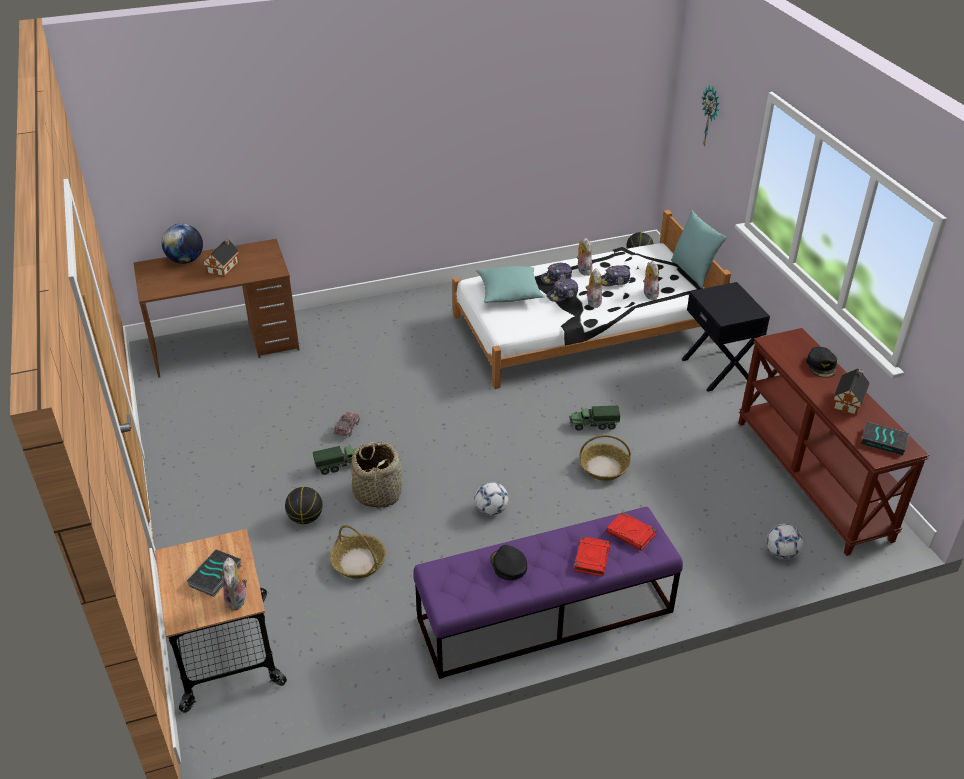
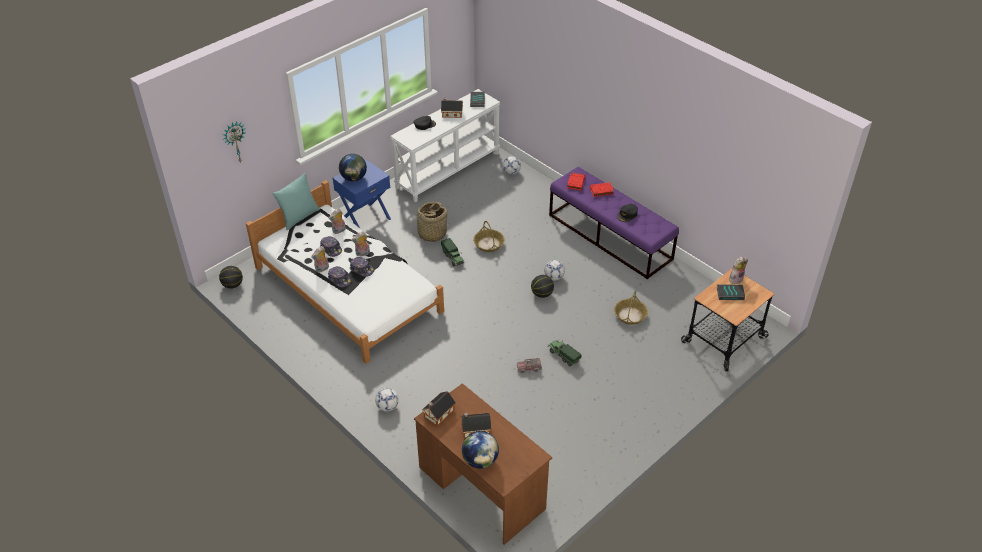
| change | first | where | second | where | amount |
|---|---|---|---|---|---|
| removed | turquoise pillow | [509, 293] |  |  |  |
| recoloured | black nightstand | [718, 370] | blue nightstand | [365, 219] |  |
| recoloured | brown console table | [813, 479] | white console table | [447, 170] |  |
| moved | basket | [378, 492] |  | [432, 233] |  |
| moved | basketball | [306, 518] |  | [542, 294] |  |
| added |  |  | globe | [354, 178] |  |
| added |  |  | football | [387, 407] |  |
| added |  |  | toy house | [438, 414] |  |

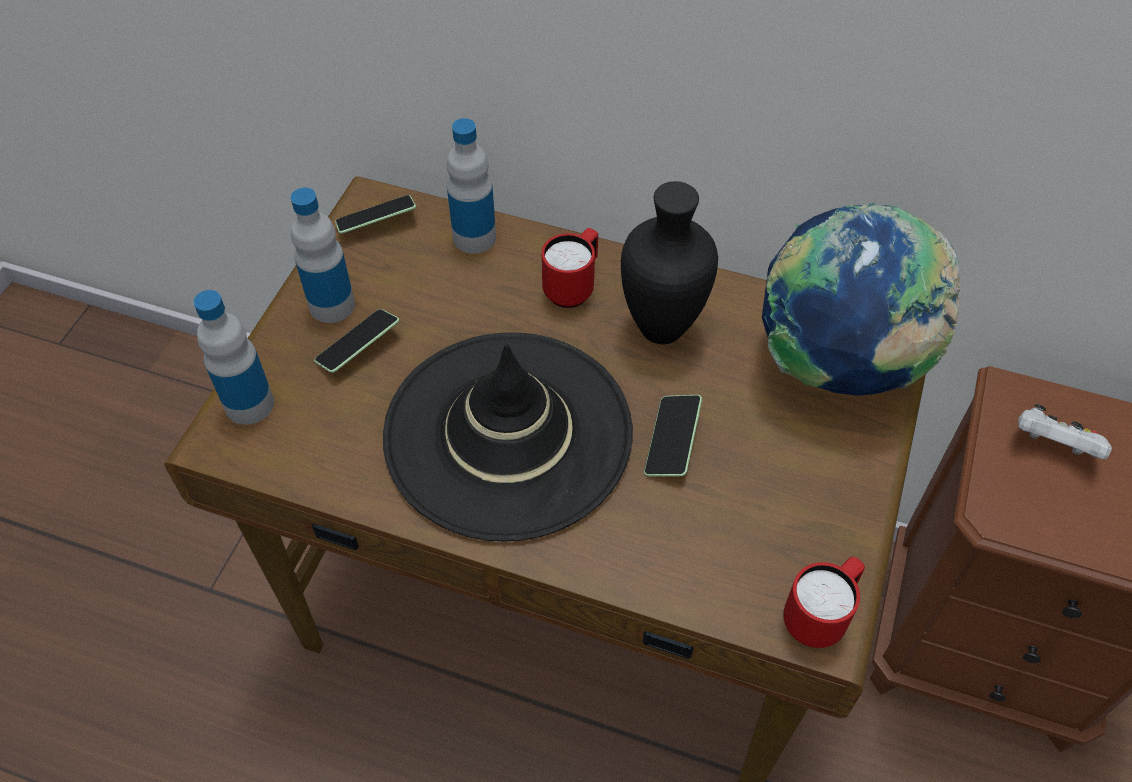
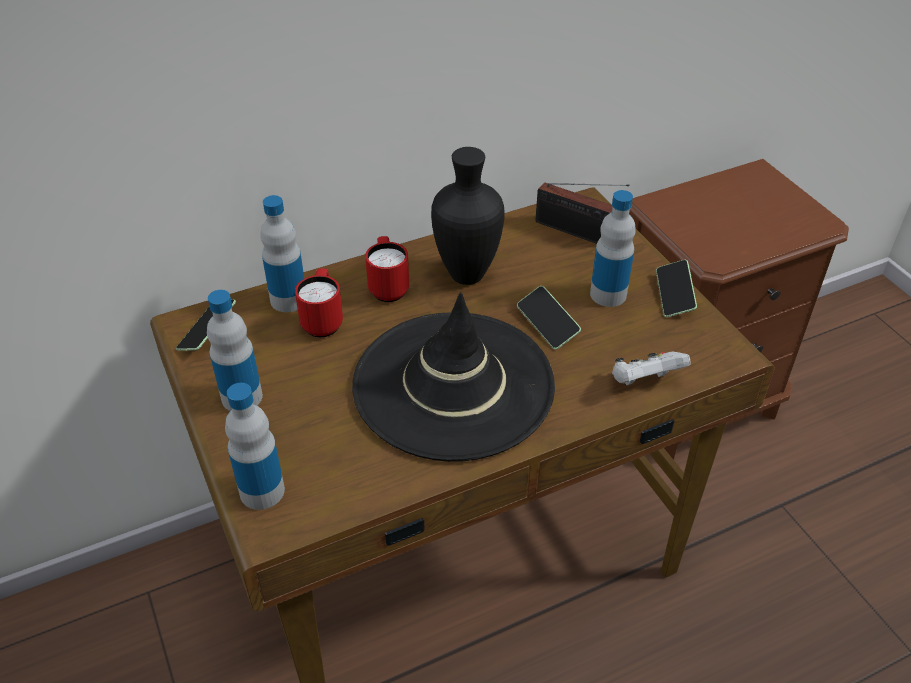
| change | first | where | second | where | amount |
|---|---|---|---|---|---|
| replaced | globe | [837, 364] | radio | [577, 233] |  |
| moved | phone | [358, 348] |  | [674, 295] |  |
| moved | white game controller | [1053, 446] |  | [644, 381] |  |
| moved | red mug | [819, 616] |  | [323, 321] |  |
| added |  |  | bottle | [608, 294] |  |

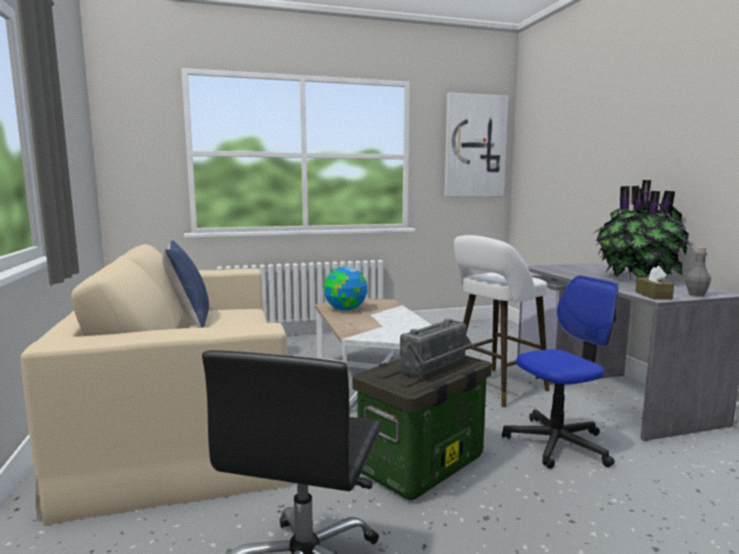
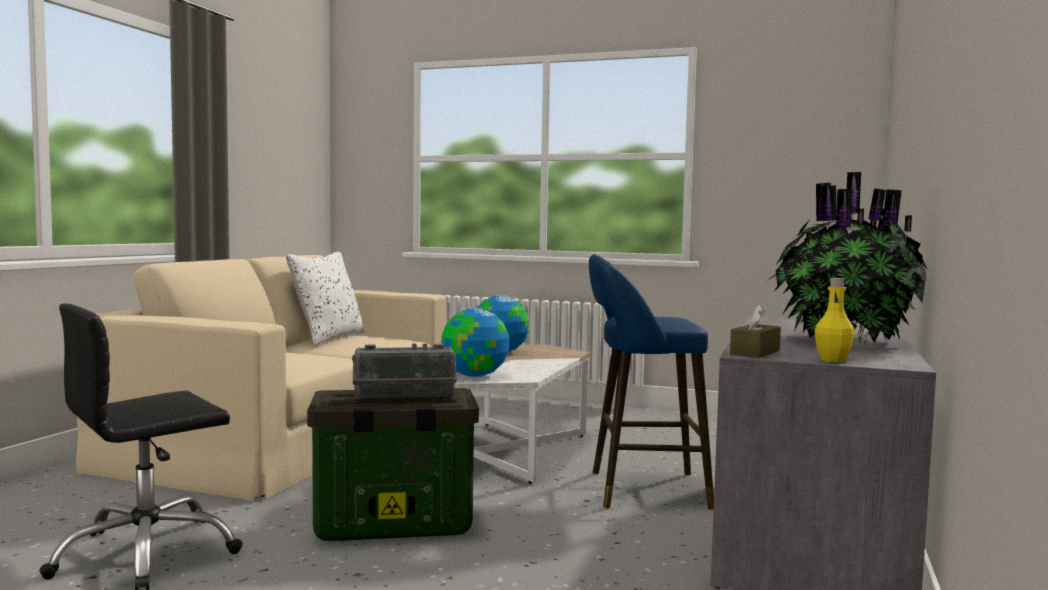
| change | first | where | second | where | amount |
|---|---|---|---|---|---|
| removed | picture | [475, 146] |  |  |  |
| recoloured | white stool | [494, 388] | blue stool | [641, 490] |  |
| recoloured | blue pillow | [188, 319] | white pillow | [328, 338] |  |
| recoloured | grey bottle | [696, 295] | yellow bottle | [833, 360] |  |
| removed | office chair | [557, 443] |  |  |  |
| added |  |  | globe | [474, 375] |  |

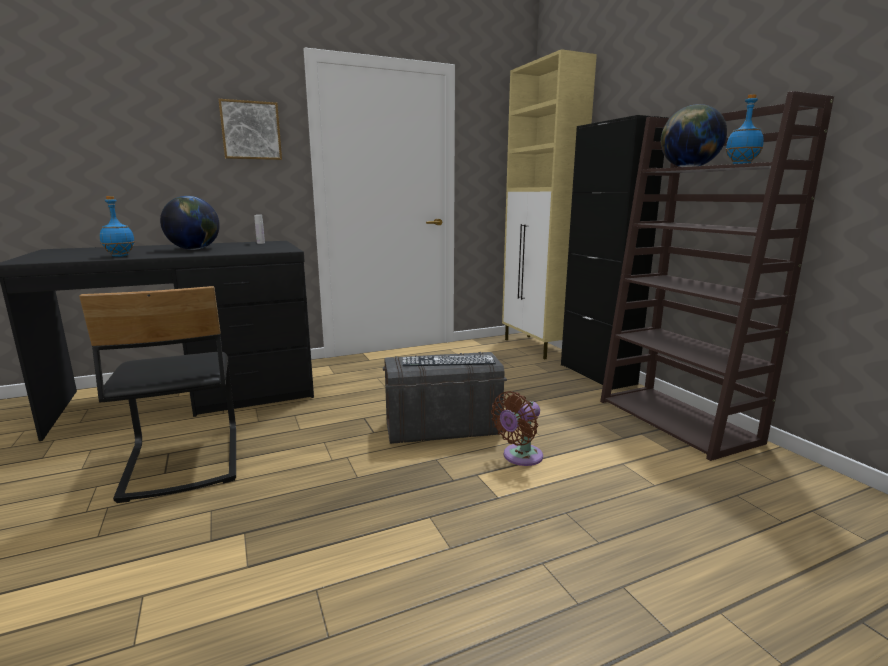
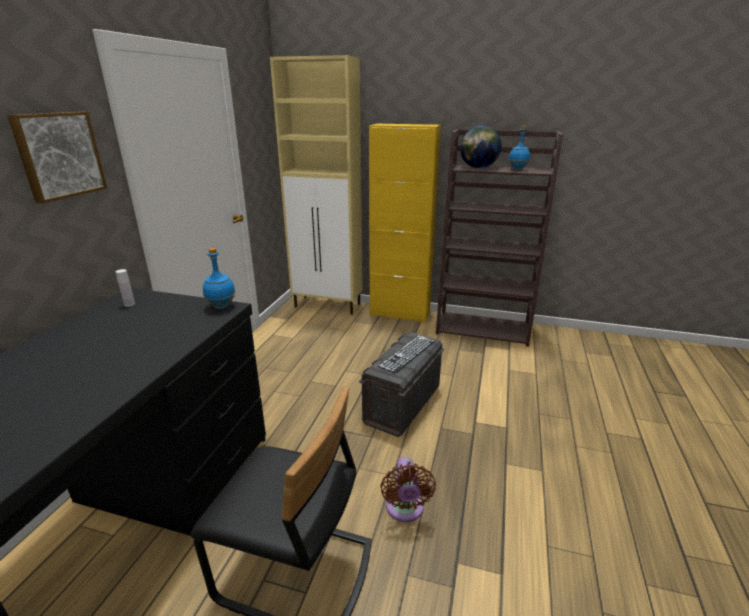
| change | first | where | second | where | amount |
|---|---|---|---|---|---|
| recoloured | black cabinet | [597, 374] | yellow cabinet | [400, 313] |  |
| moved | blue bottle | [120, 256] |  | [221, 306] |  |
| removed | globe | [194, 249] |  |  |  |
| moved | brown fan | [520, 457] |  | [405, 510] |  |

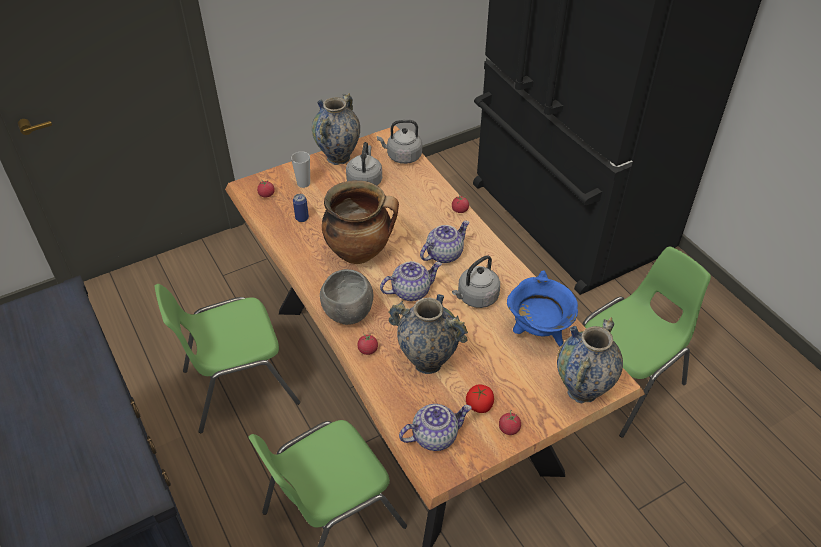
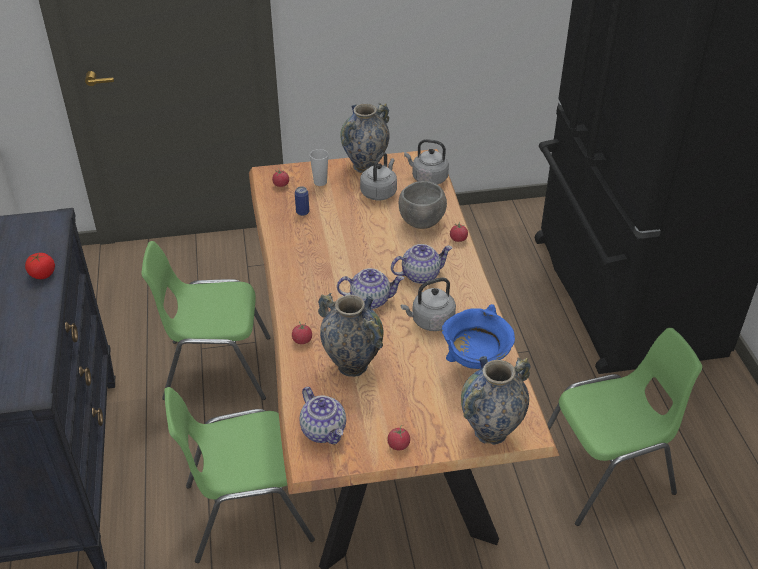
| change | first | where | second | where | amount |
|---|---|---|---|---|---|
| removed | cooking pot | [360, 252] |  |  |  |
| moved | grey bowl | [348, 313] |  | [421, 222] |  |
| moved | tomato | [479, 405] |  | [42, 274] |  |
| turned | teapot | [435, 436] |  | [324, 430] | 60 degrees clockwise |

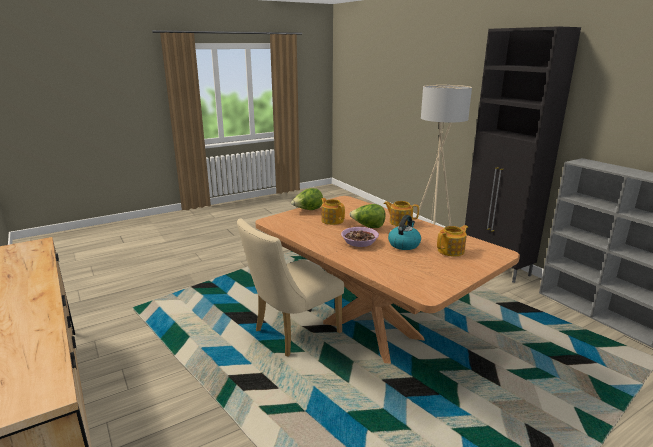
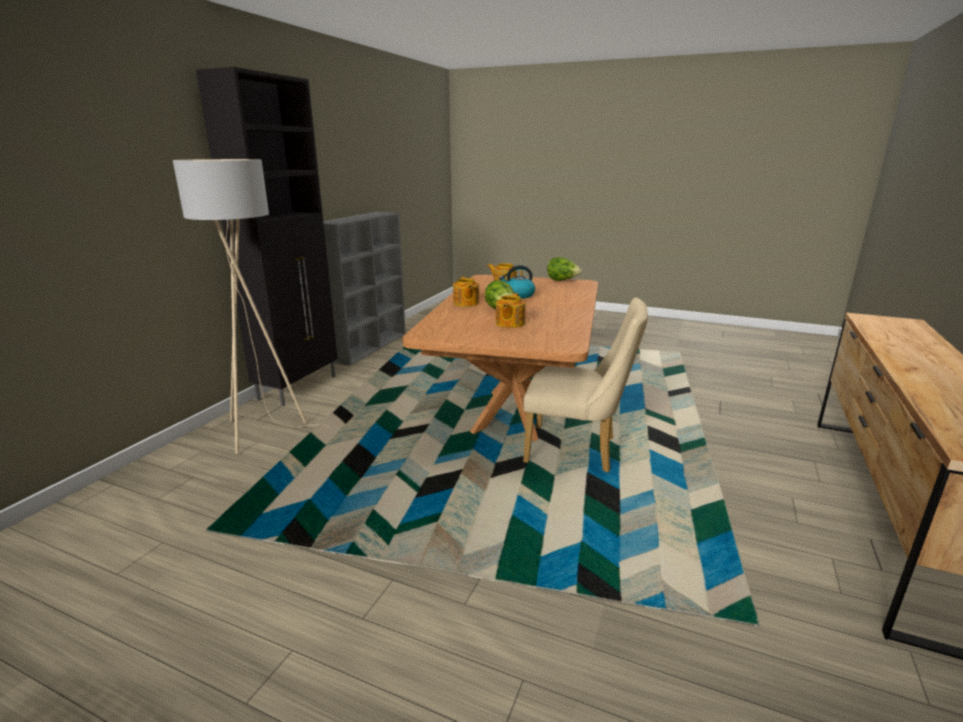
| change | first | where | second | where | amount |
|---|---|---|---|---|---|
| moved | lettuce | [308, 210] |  | [562, 280] |  |
| removed | bowl | [359, 242] |  |  |  |

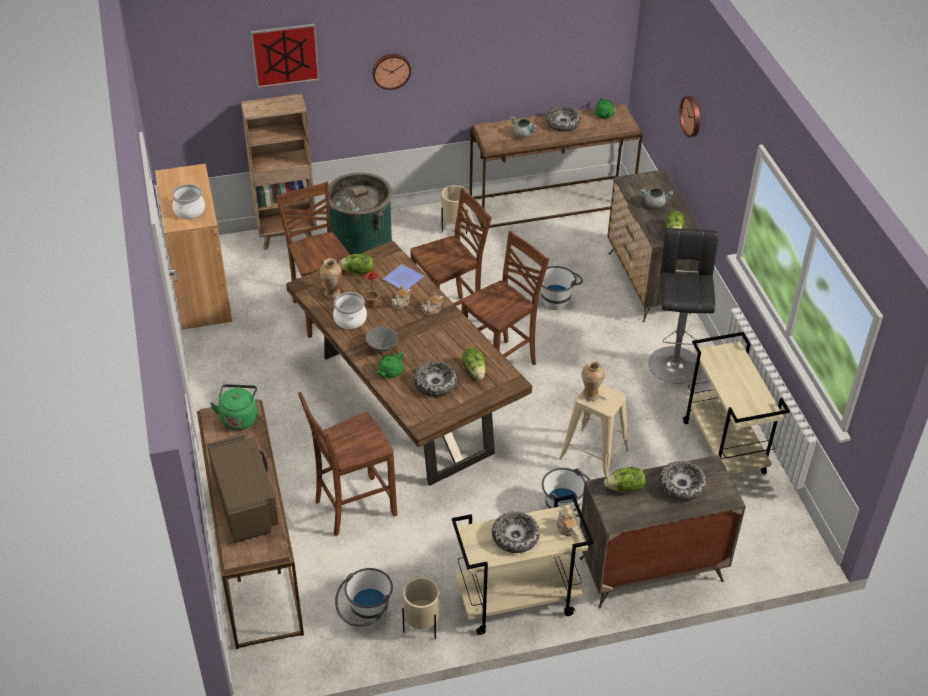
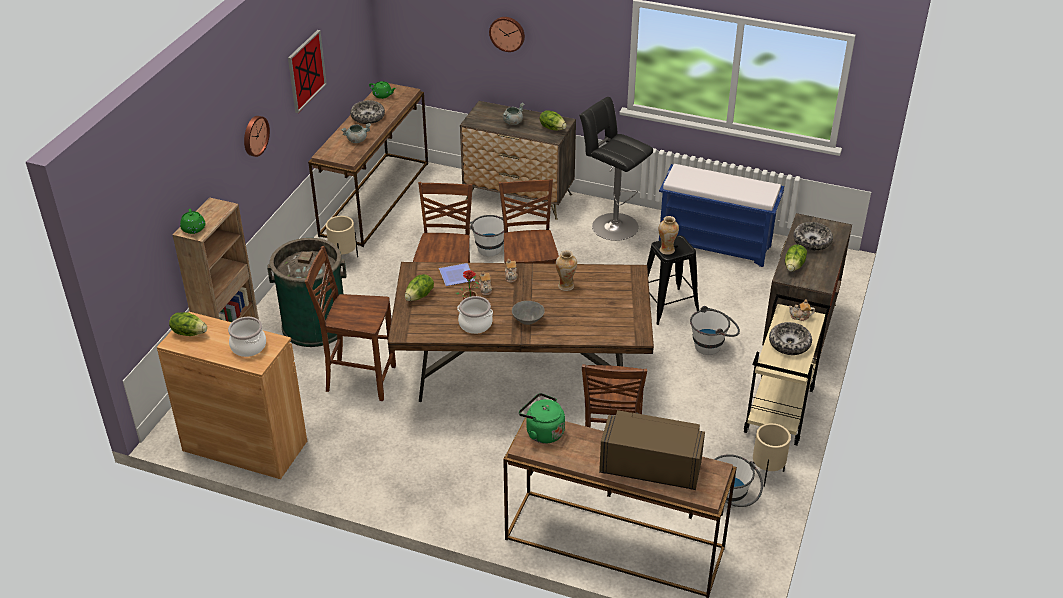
| change | first | where | second | where | amount |
|---|---|---|---|---|---|
| moved | picture | [285, 55] |  | [306, 71] |  |
| moved | vase | [332, 293] |  | [565, 286] |  |
| replaced | beige cart | [724, 448] | blue bench | [716, 244] |  |
| moved | lettuce | [475, 371] |  | [189, 332] |  |
| moved | green teapot | [390, 372] |  | [193, 229] |  |
| removed | bowl | [435, 384] |  |  |  |
| recoloured | beige stool | [594, 455] | black stool | [668, 306] |  |

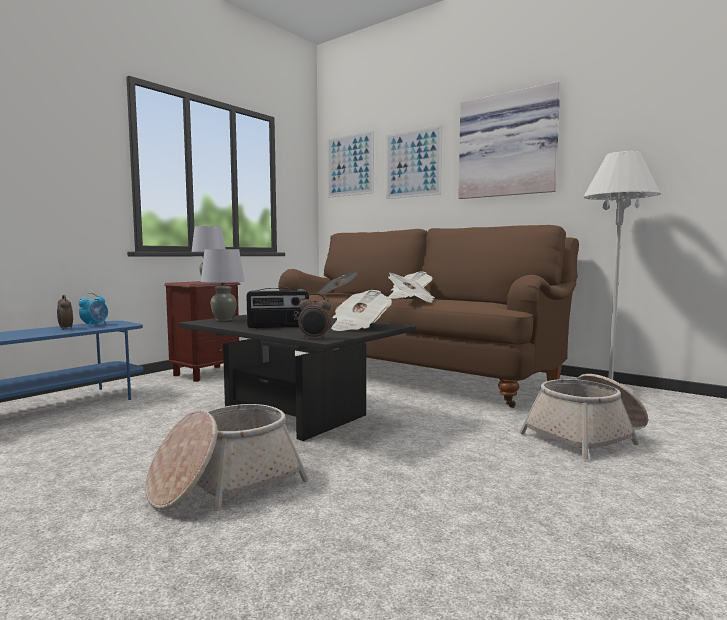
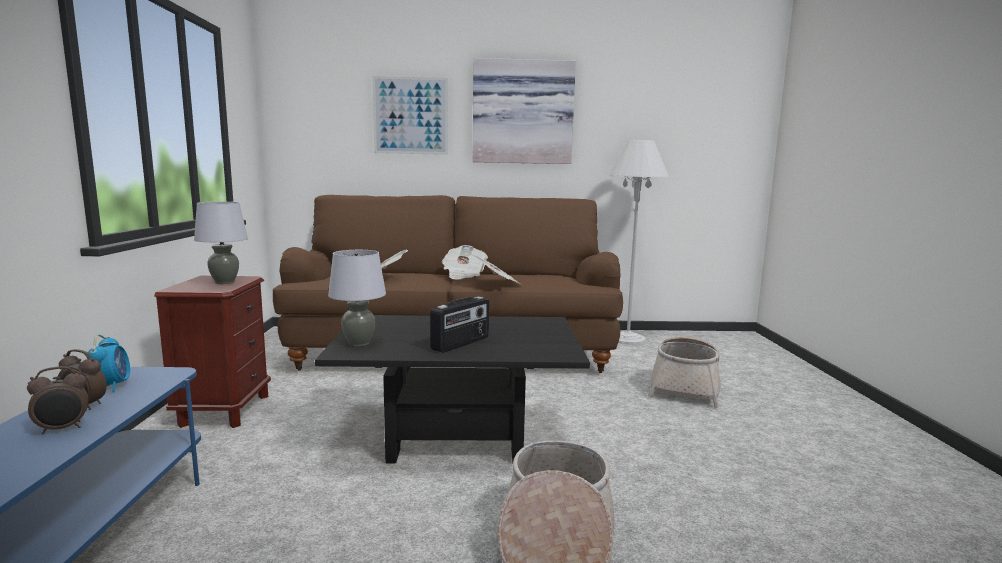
| change | first | where | second | where | amount |
|---|---|---|---|---|---|
| removed | picture | [350, 165] |  |  |  |
| removed | newspaper | [358, 327] |  |  |  |
| moved | alarm clock | [314, 338] |  | [63, 429] |  |

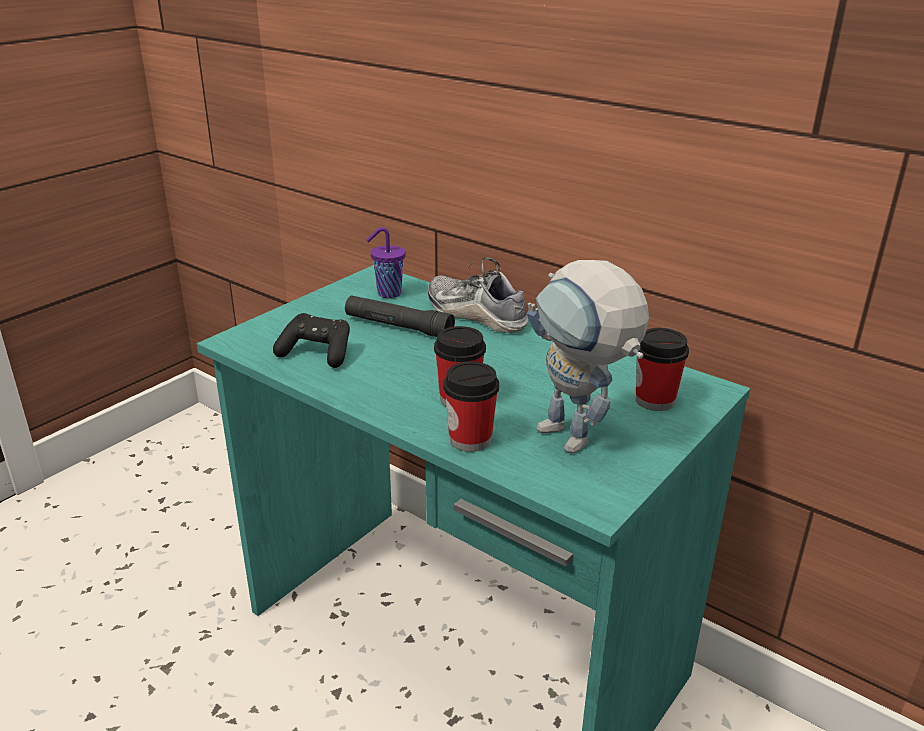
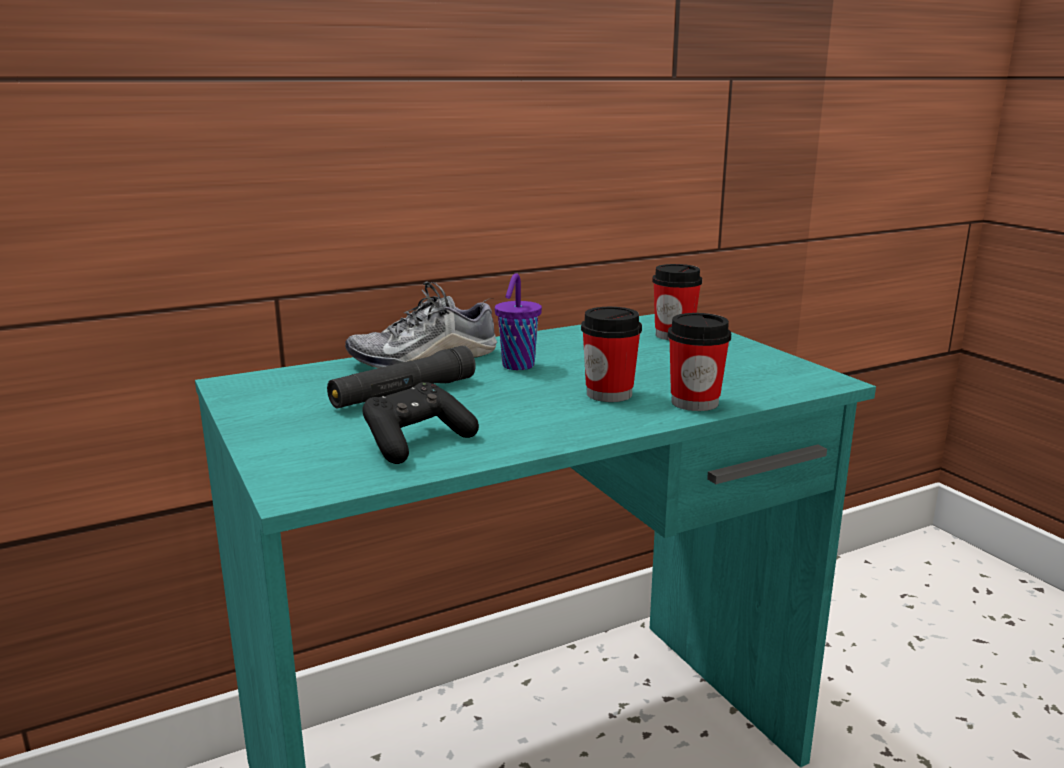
| change | first | where | second | where | amount |
|---|---|---|---|---|---|
| moved | purple cup | [387, 294] |  | [517, 366] |  |
| removed | toy robot | [578, 443] |  |  |  |

